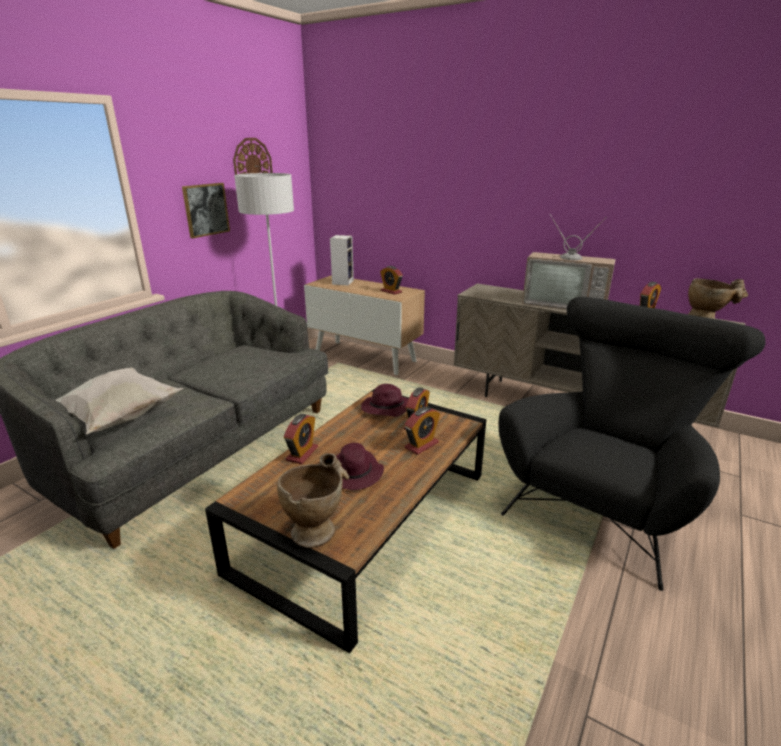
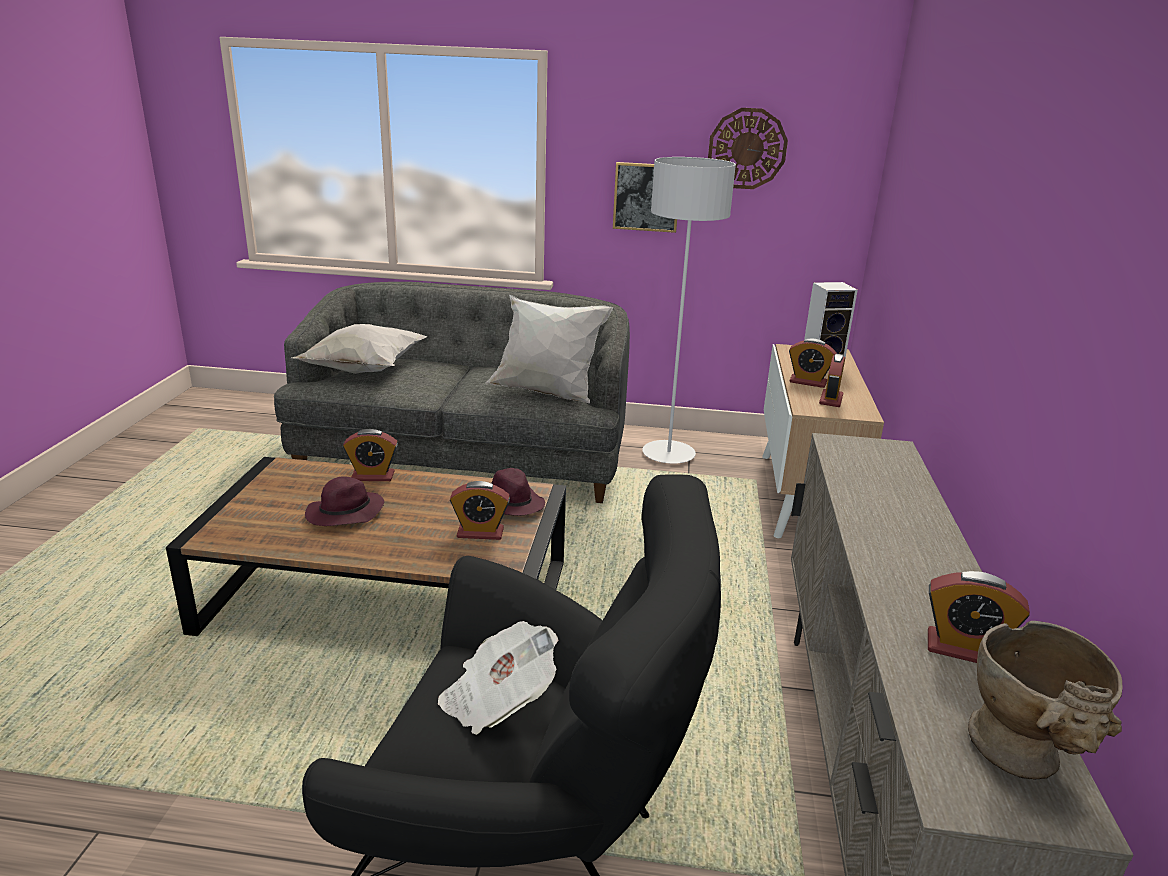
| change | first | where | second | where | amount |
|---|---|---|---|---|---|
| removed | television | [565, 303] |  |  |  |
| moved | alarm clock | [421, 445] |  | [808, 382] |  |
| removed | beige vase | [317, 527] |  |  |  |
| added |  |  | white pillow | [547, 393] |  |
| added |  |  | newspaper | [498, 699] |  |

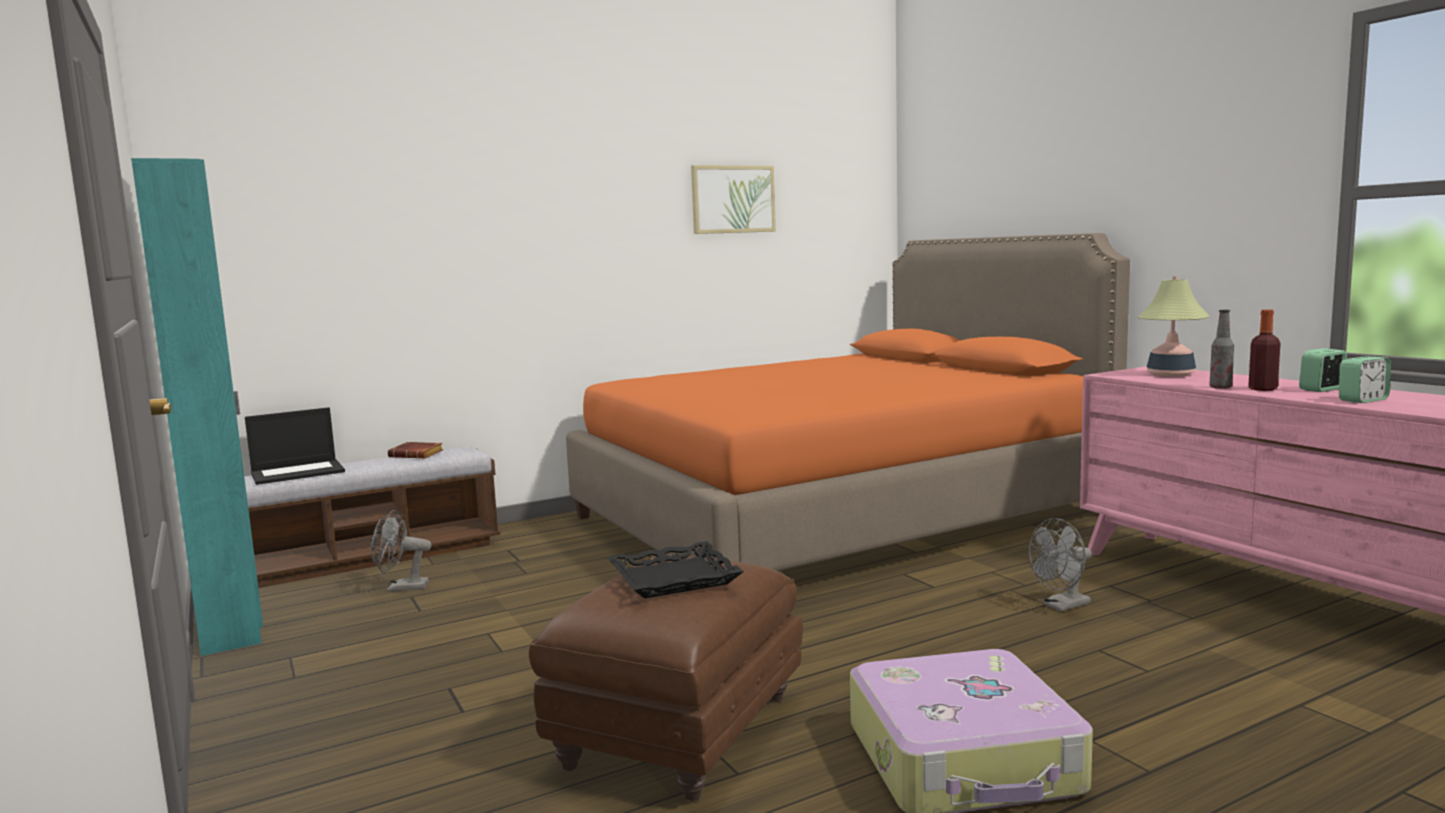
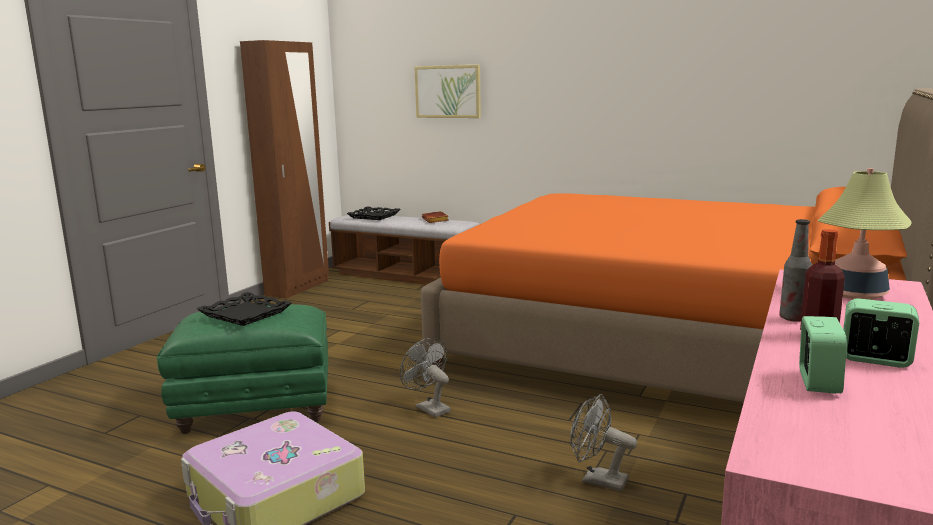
| change | first | where | second | where | amount |
|---|---|---|---|---|---|
| recoloured | turquoise wardrobe | [232, 627] | brown wardrobe | [298, 288] |  |
| moved | picture | [733, 199] |  | [448, 91] |  |
| turned | alarm clock | [1363, 400] |  | [818, 382] | 105 degrees counterclockwise |
| replaced | laptop | [298, 472] | black tray | [374, 216] |  |
| moved | grey fan | [401, 588] |  | [428, 408] |  |
| recoloured | brown ottoman | [679, 734] | green ottoman | [254, 409] |  |

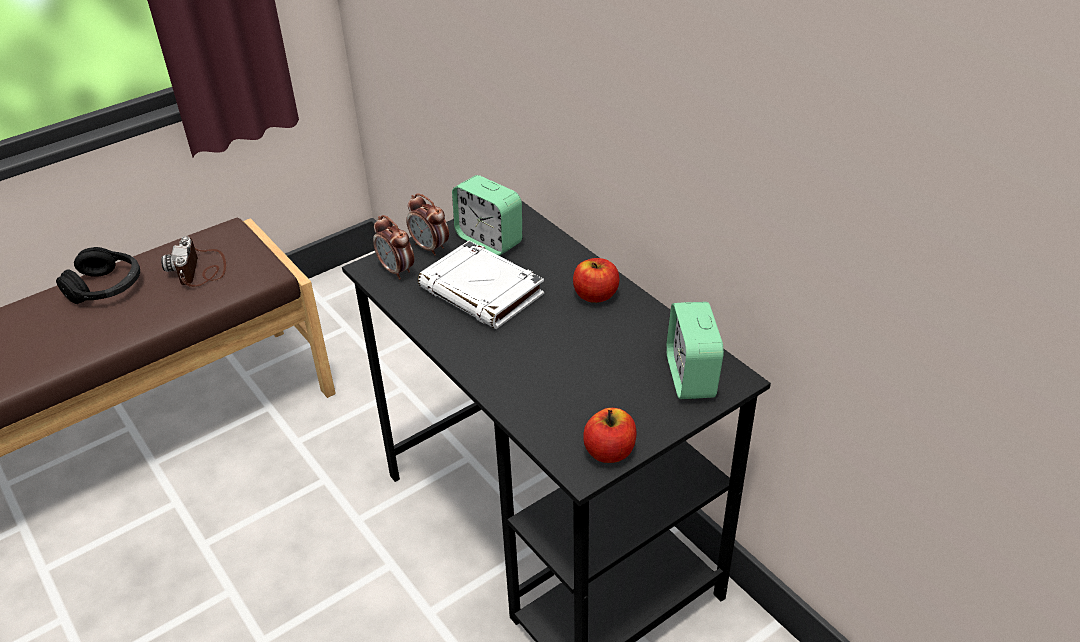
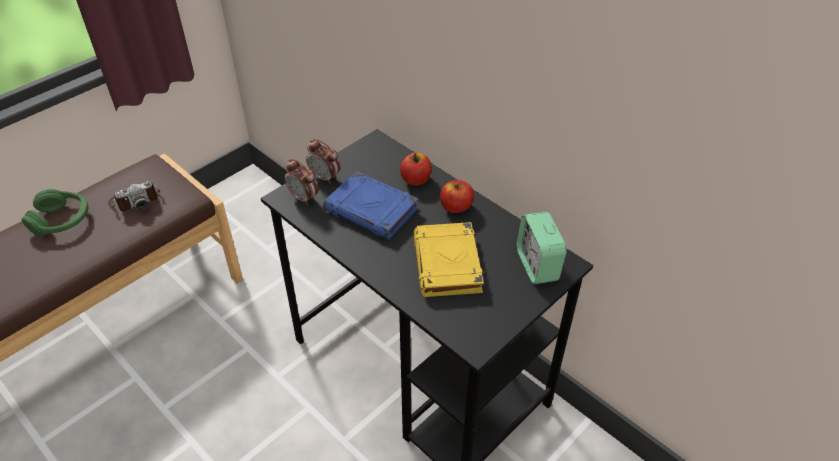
| change | first | where | second | where | amount |
|---|---|---|---|---|---|
| removed | alarm clock | [489, 240] |  |  |  |
| turned | photo camera | [200, 270] |  | [135, 200] | 105 degrees counterclockwise |
| recoloured | white book | [483, 292] | blue book | [372, 210] |  |
| recoloured | black headphones | [106, 287] | green headphones | [61, 220] |  |
| moved | apple | [610, 451] |  | [416, 180] |  |
| added |  |  | yellow book | [448, 264] |  |

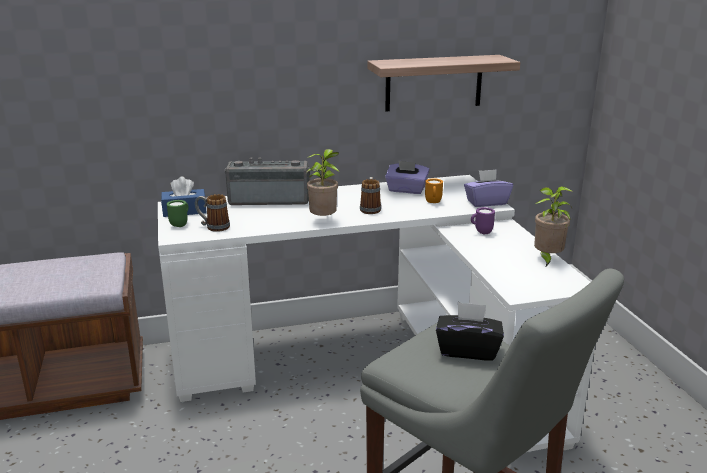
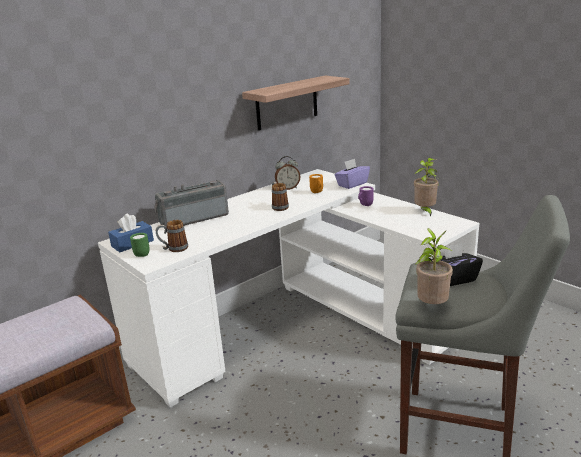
| change | first | where | second | where | amount |
|---|---|---|---|---|---|
| moved | potted plant | [324, 220] |  | [432, 306] |  |
| replaced | purple tissue box | [406, 190] | alarm clock | [288, 188] |  |

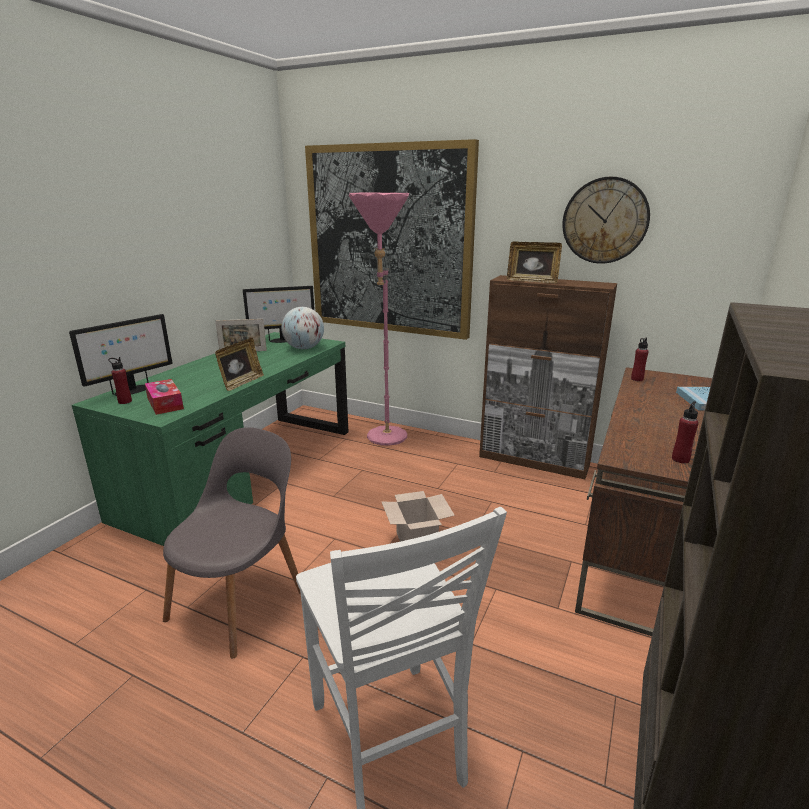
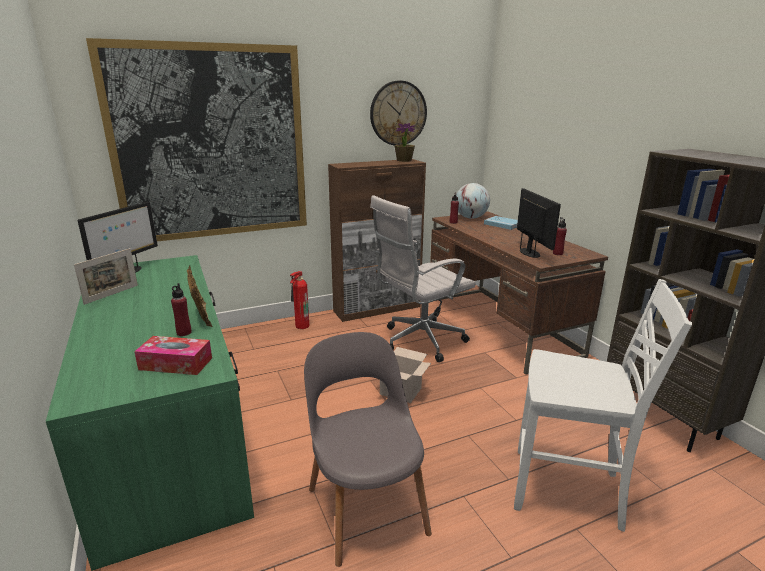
| change | first | where | second | where | amount |
|---|---|---|---|---|---|
| removed | pink floor lamp | [384, 440] |  |  |  |
| removed | picture frame | [532, 281] |  |  |  |
| moved | globe | [304, 348] |  | [471, 218] |  |
| moved | monitor | [132, 390] |  | [530, 253] |  |
| moved | red bottle | [125, 401] |  | [184, 333] |  |
| added |  |  | potted plant | [404, 160] |  |
| added |  |  | white office chair | [419, 342] |  |
| added |  |  | fire extinguisher | [300, 326] |  |

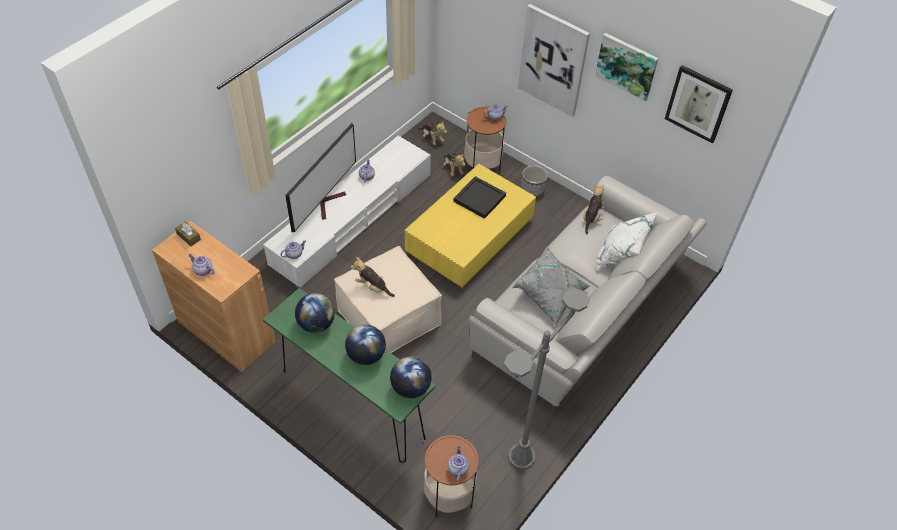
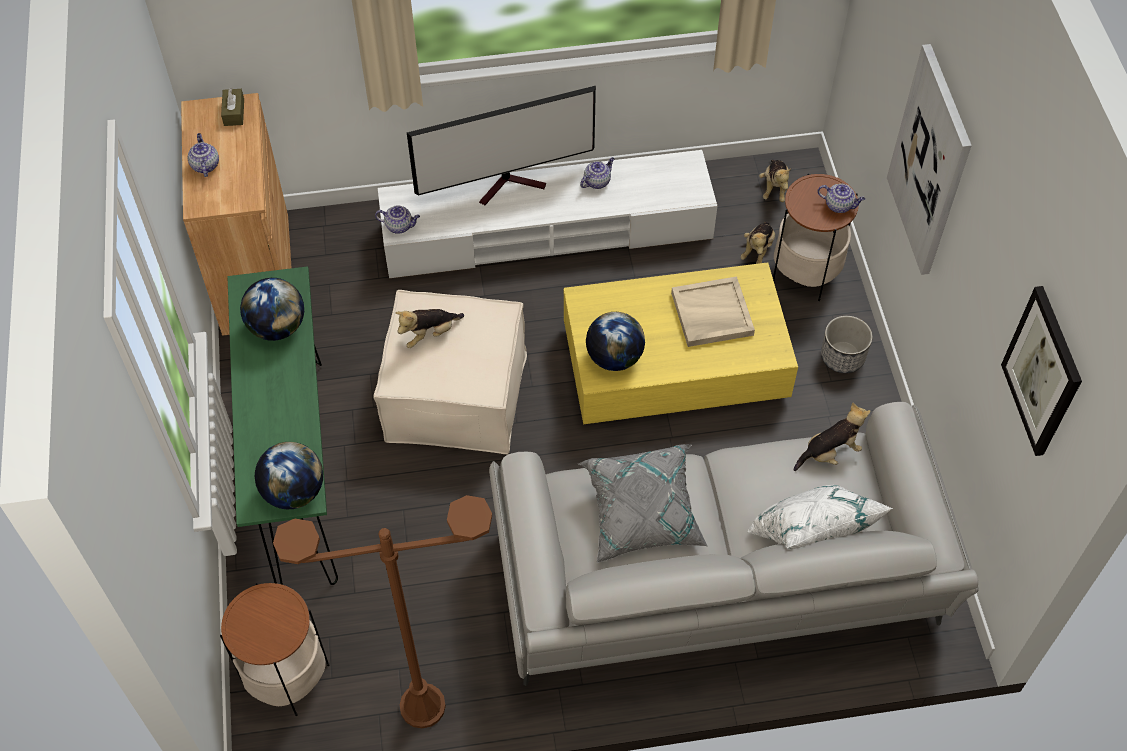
| change | first | where | second | where | amount |
|---|---|---|---|---|---|
| removed | picture | [626, 66] |  |  |  |
| recoloured | black tray | [479, 199] | beige tray | [711, 314] |  |
| turned | plush toy | [372, 287] |  | [429, 334] | 105 degrees counterclockwise |
| recoloured | grey floor lamp | [521, 456] | brown floor lamp | [423, 706] |  |
| moved | globe | [366, 355] |  | [614, 357] |  |
| removed | teapot | [457, 468] |  |  |  |

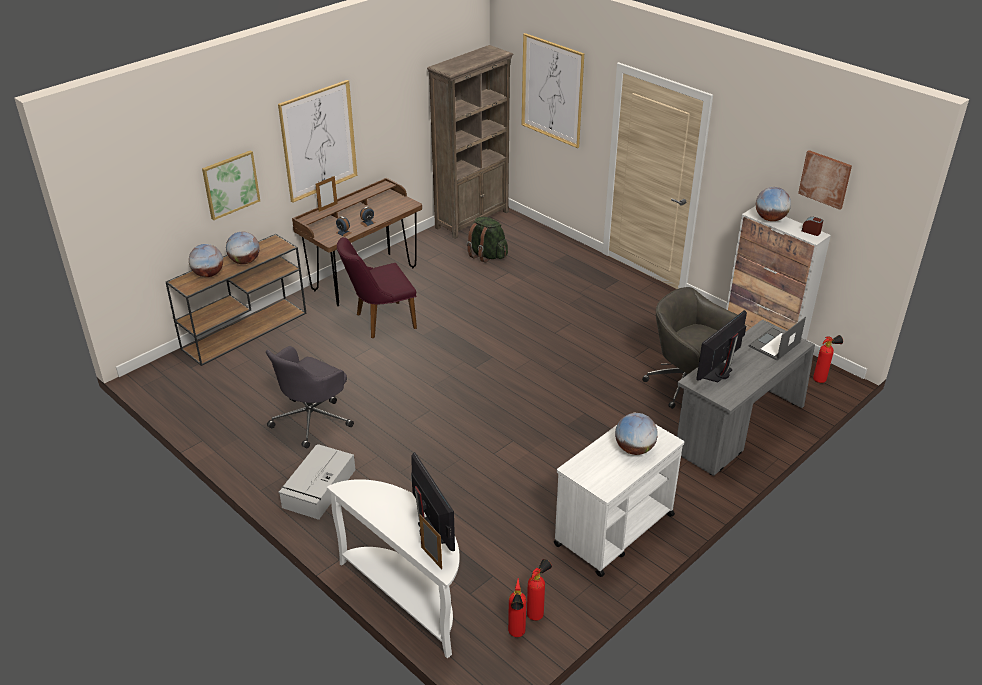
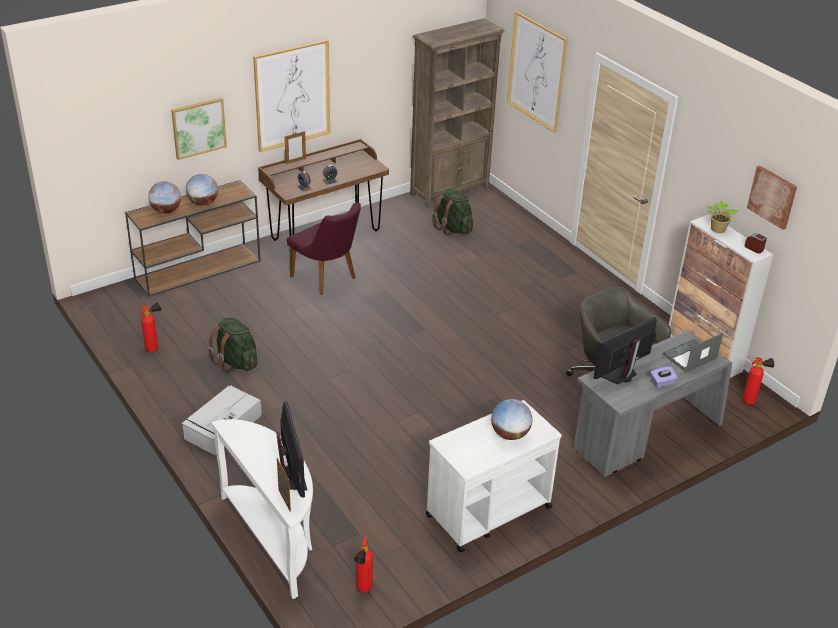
| change | first | where | second | where | amount |
|---|---|---|---|---|---|
| replaced | globe | [770, 219] | potted plant | [717, 230] |  |
| turned | purple chair | [380, 321] |  | [327, 279] | 120 degrees counterclockwise |
| replaced | grey office chair | [312, 419] | green backpack | [236, 362] |  |
| moved | fire extinguisher | [537, 613] |  | [154, 348] |  |
| added |  |  | purple tissue box | [662, 383] |  |

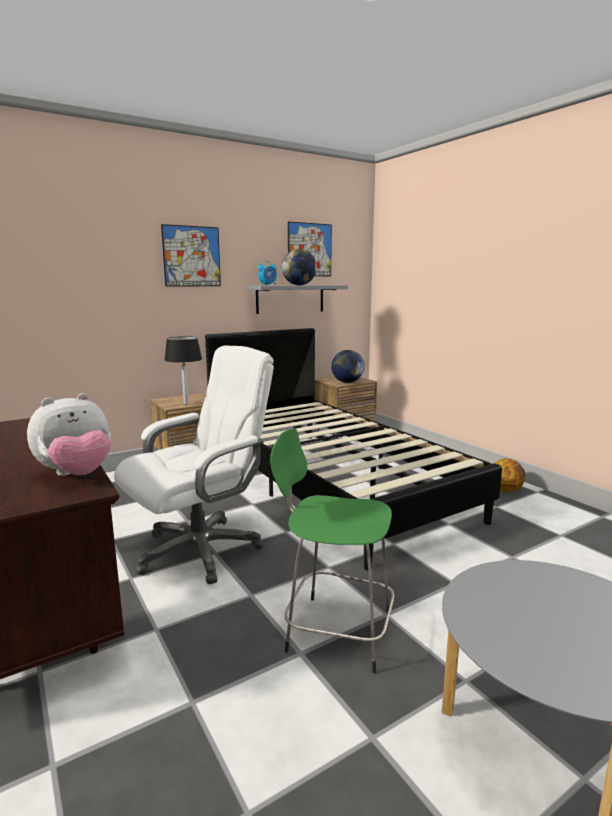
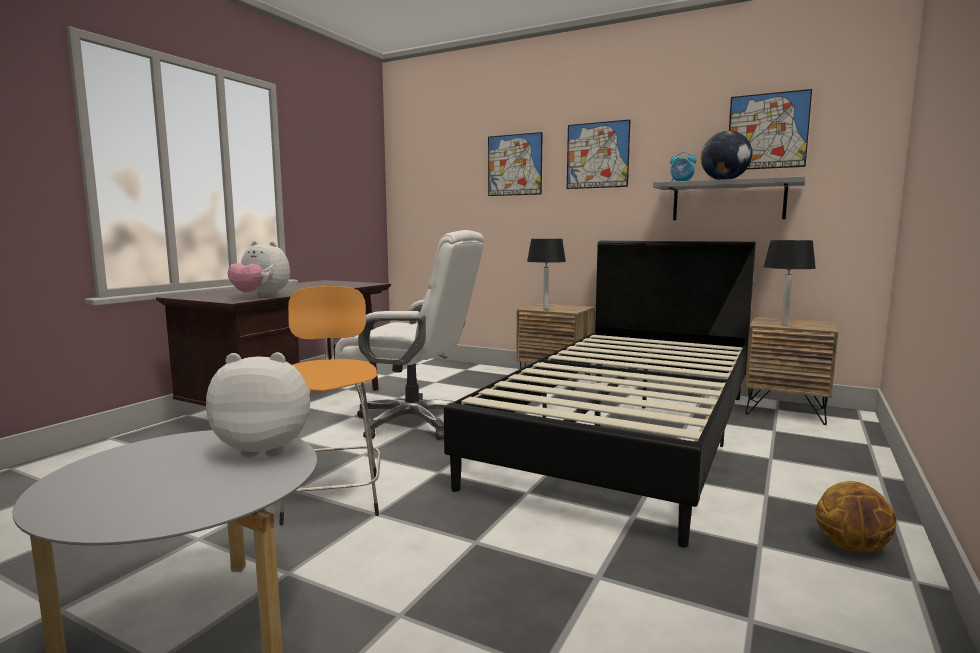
| change | first | where | second | where | amount |
|---|---|---|---|---|---|
| replaced | globe | [347, 382] | black table lamp | [784, 324] |  |
| recoloured | green stool | [335, 631] | orange stool | [333, 496] |  |
| added |  |  | picture | [514, 165] |  |
| added |  |  | plush toy | [267, 448] |  |

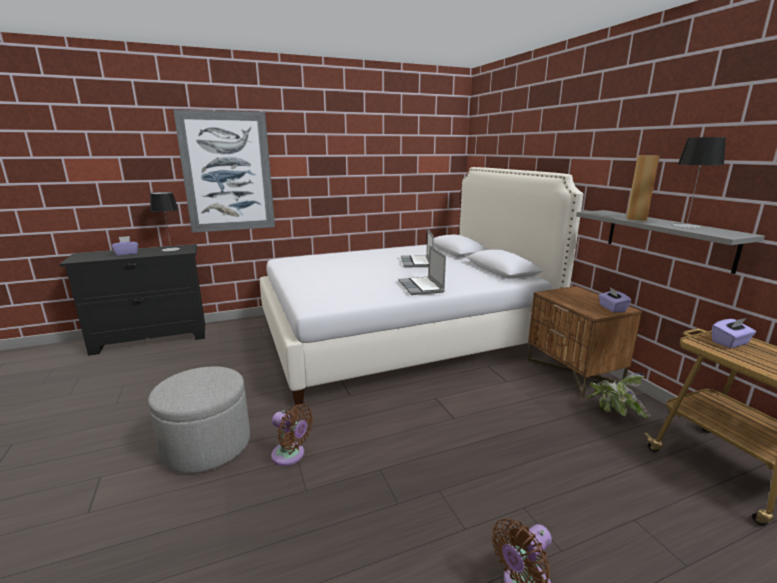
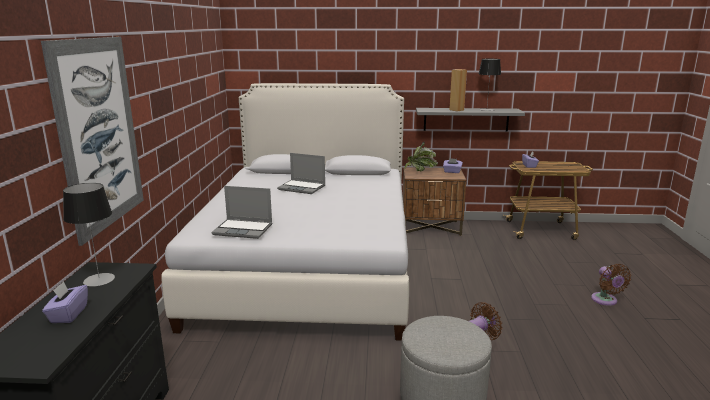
| change | first | where | second | where | amount |
|---|---|---|---|---|---|
| moved | laptop | [421, 287] |  | [244, 230] |  |
| moved | potted plant | [613, 413] |  | [420, 172] |  |

